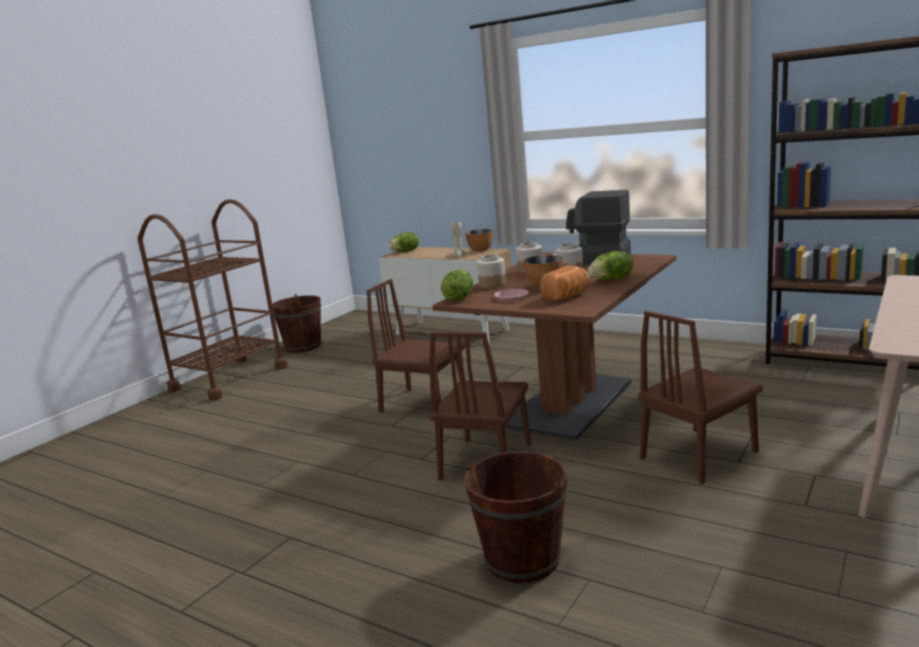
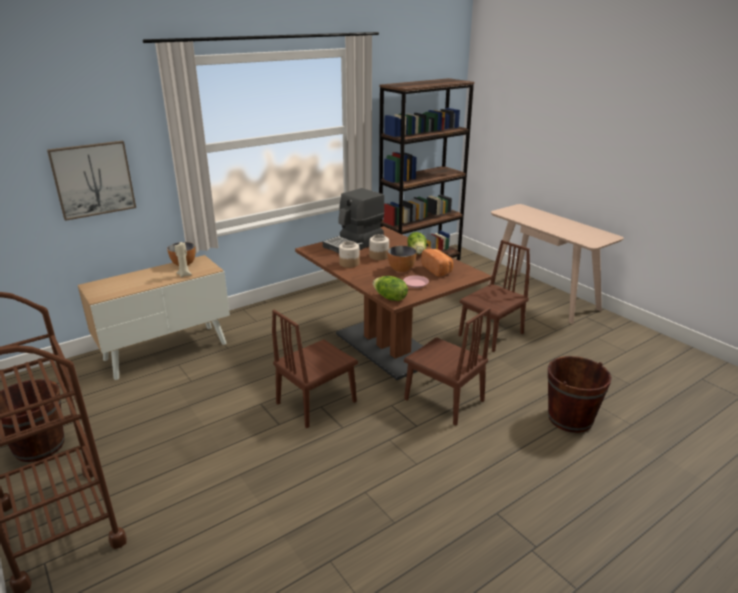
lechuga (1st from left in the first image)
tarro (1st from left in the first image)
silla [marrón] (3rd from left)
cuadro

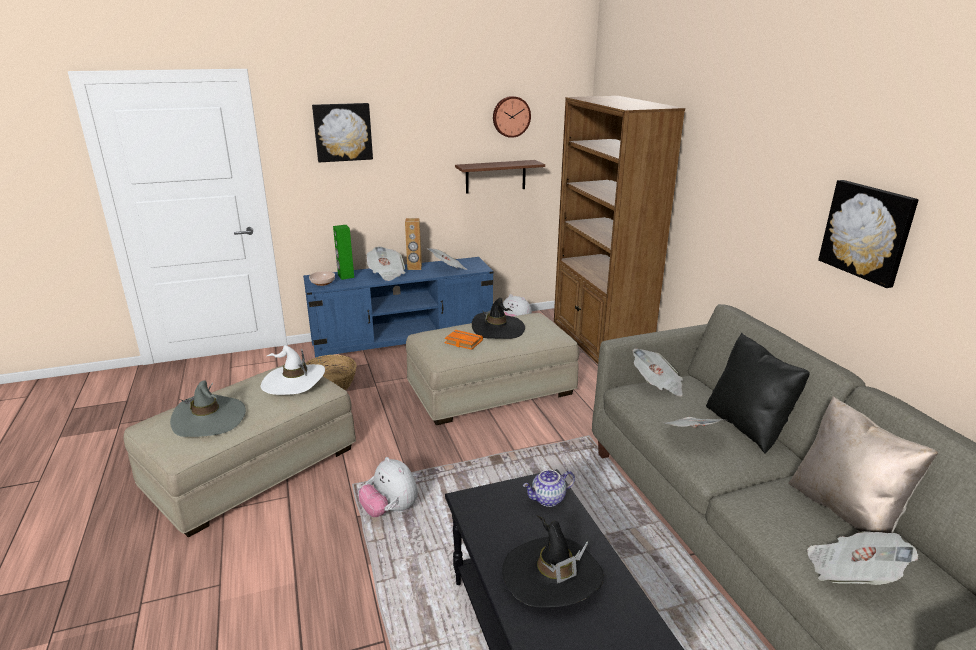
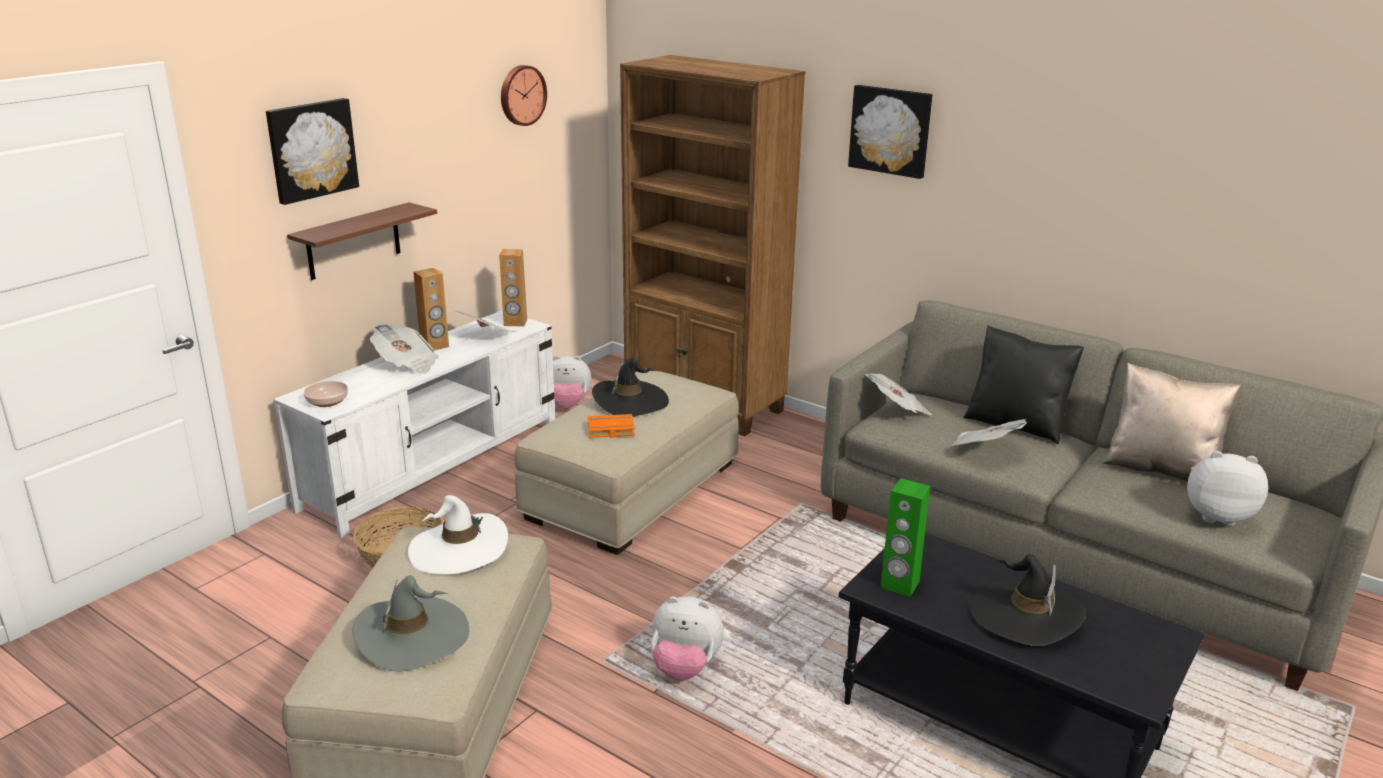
estante
cuadro (2nd from left)
altavoz [verde]
mueble de televisión [blanco]
tetera
peluche (3rd from left)
altavoz [marrón] (2nd from left)

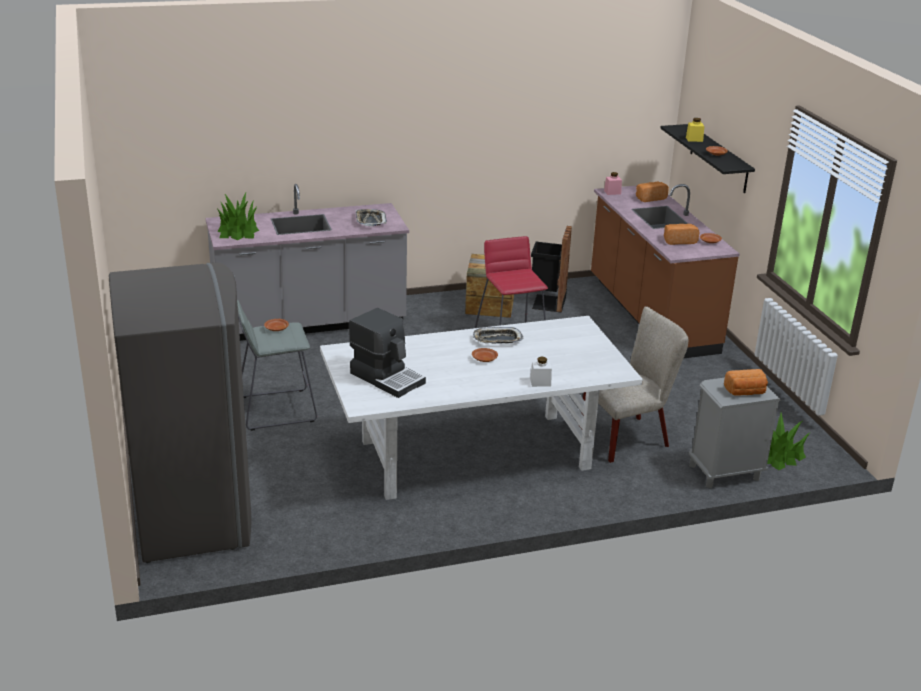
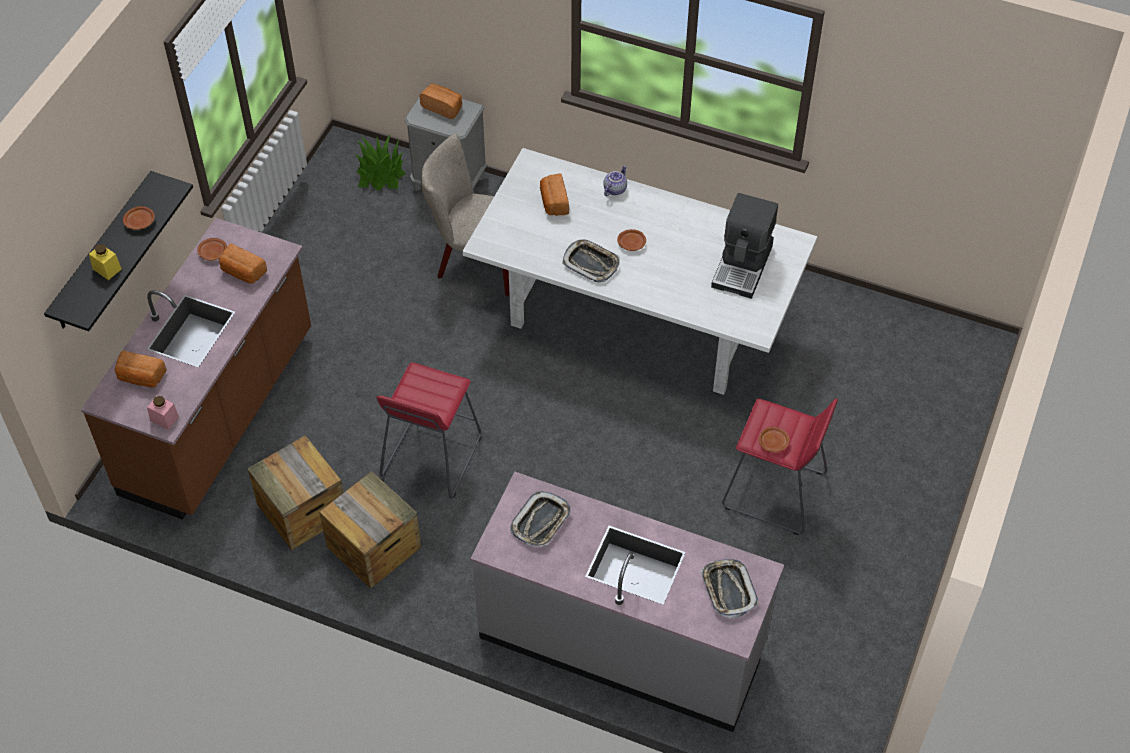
bandeja (3rd from left)
caja de embalaje (1st from left)
nevera [gris]
taburete [rojo] (2nd from left)
cafetera
tetera
pan (4th from left)

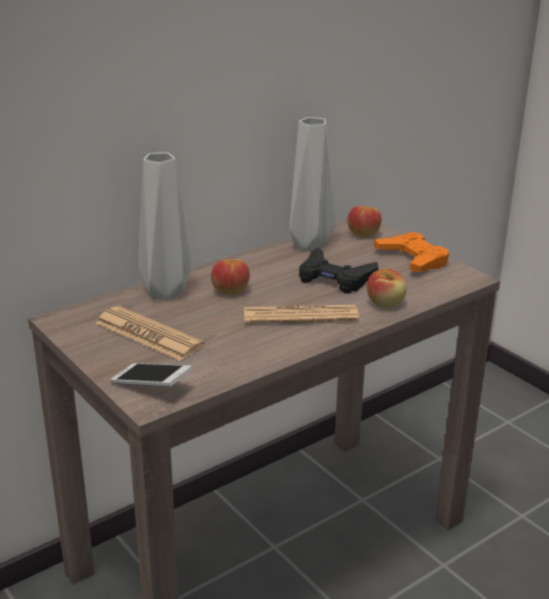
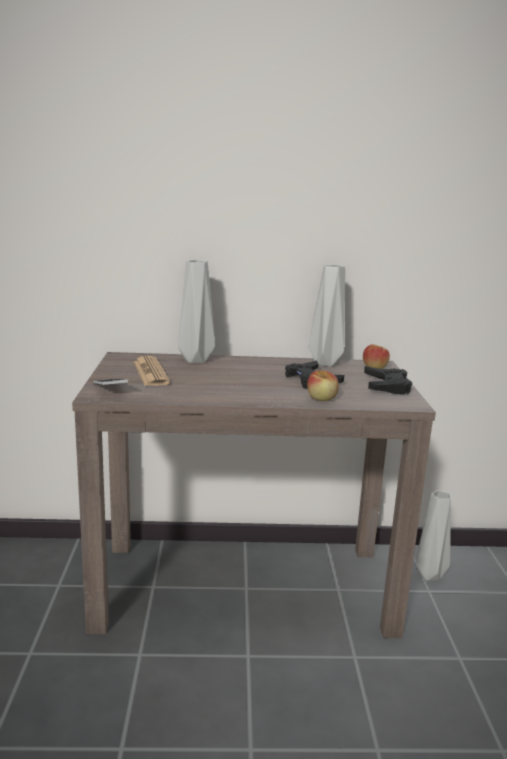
mando de consola [negro] (2nd from left)
manzana (1st from left in the first image)
periódico (2nd from left in the first image)
florero [gris] (3rd from left)

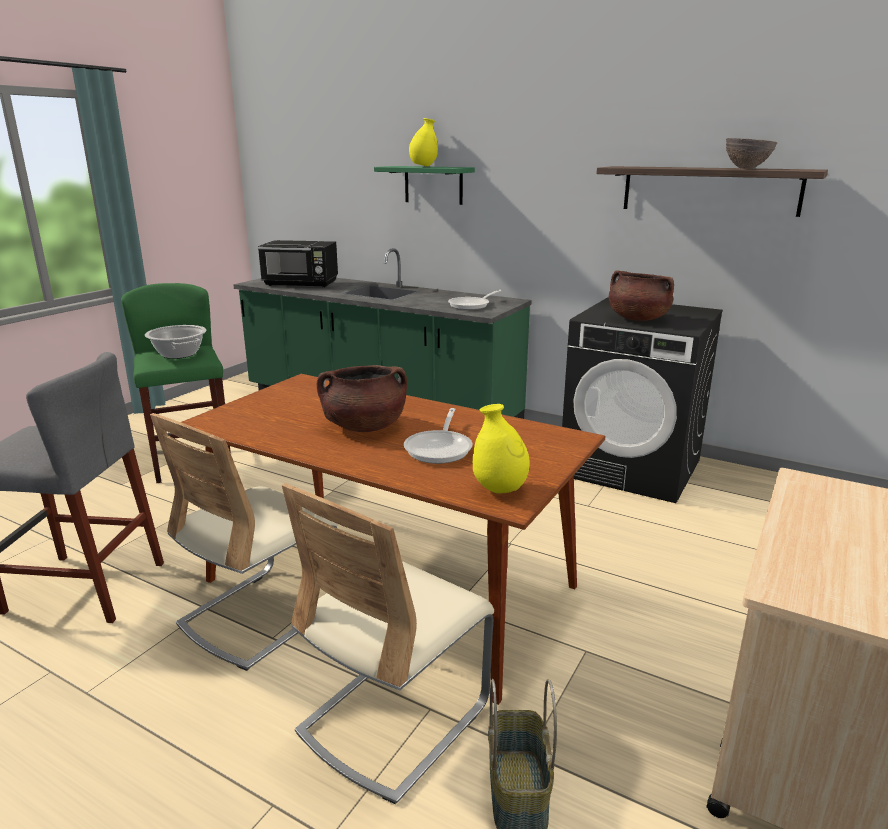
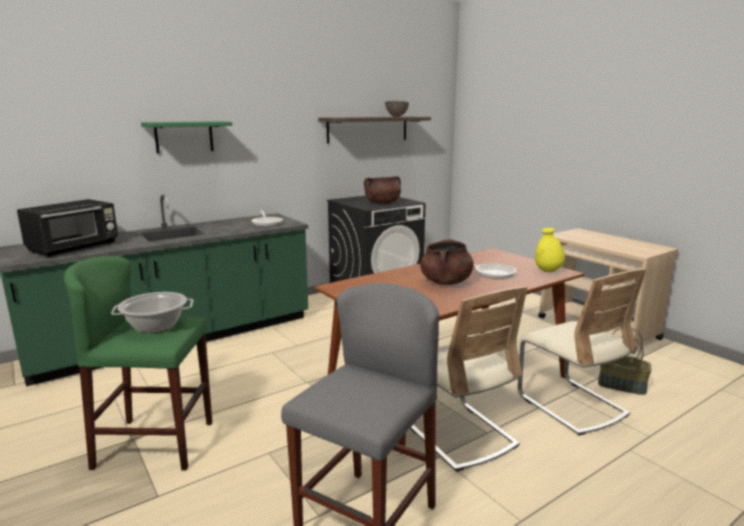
florero [amarillo] (1st from left in the first image)

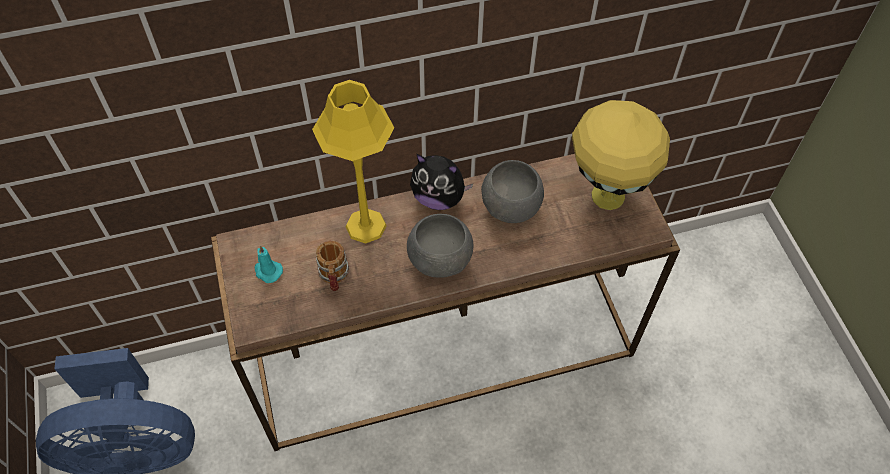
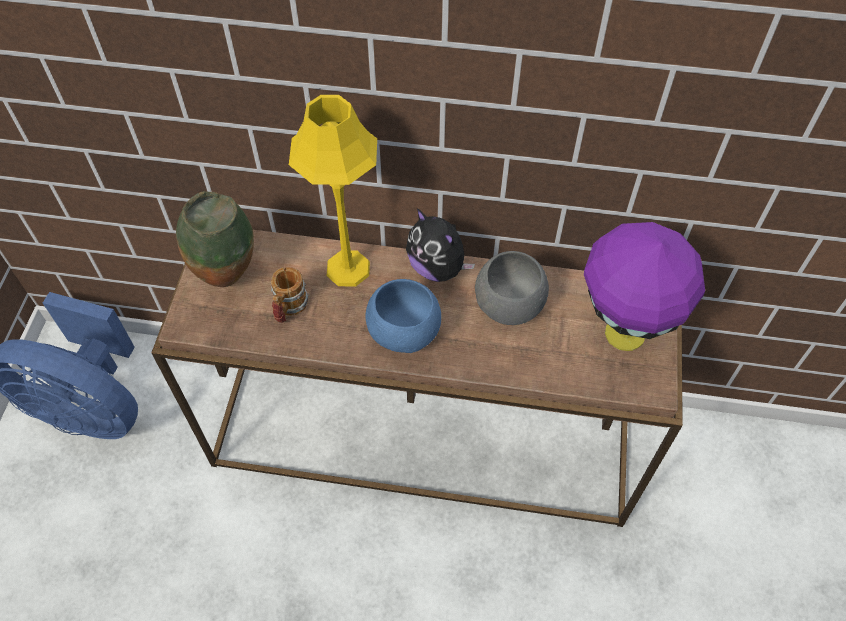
lámpara de mesa [morado]
cuenco [azul]
florero

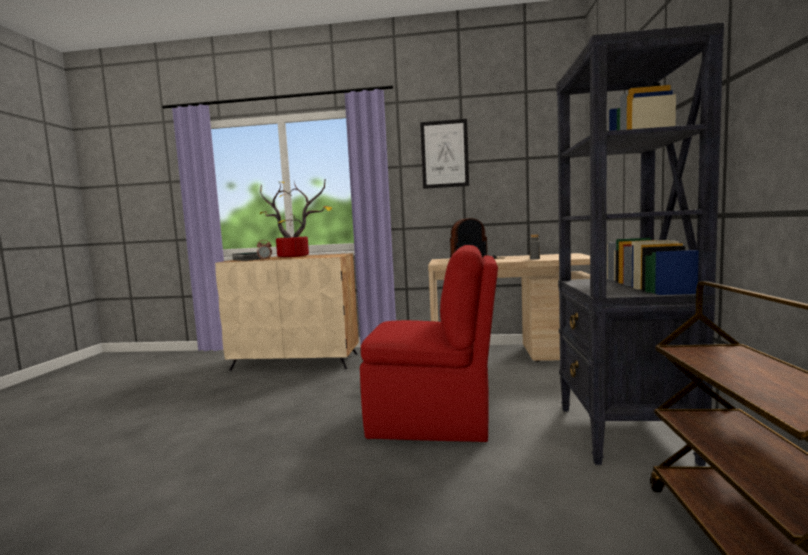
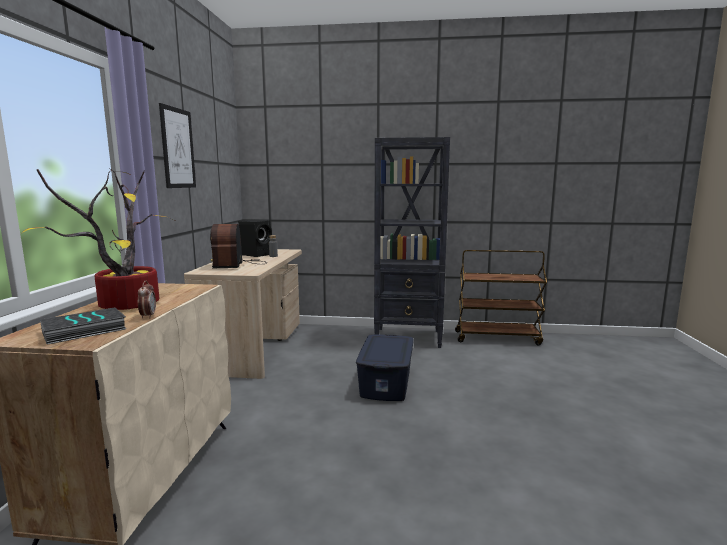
caja de almacenaje [azul]
altavoz [negro]

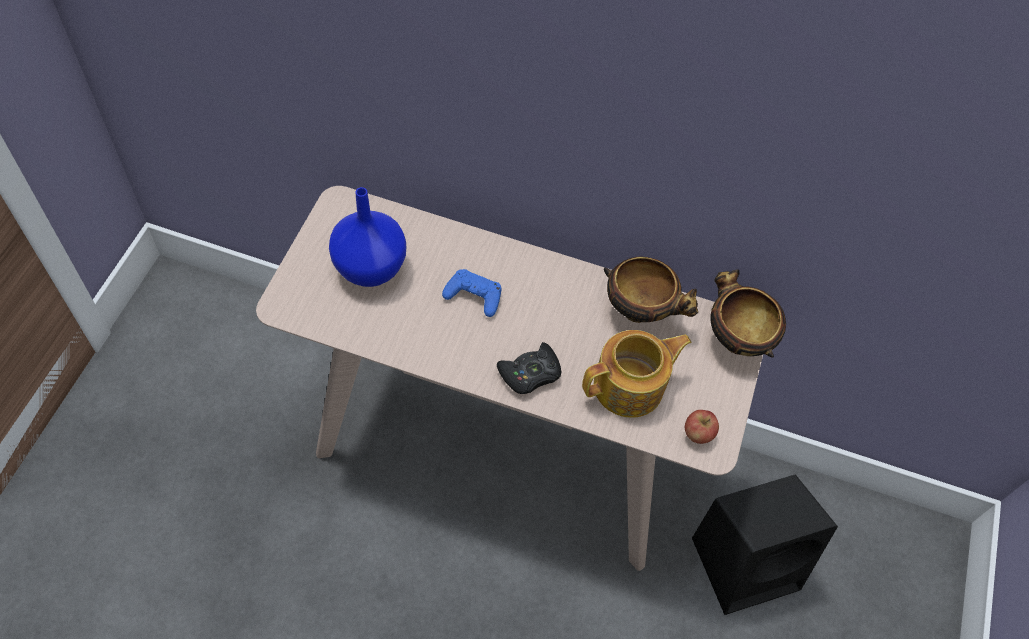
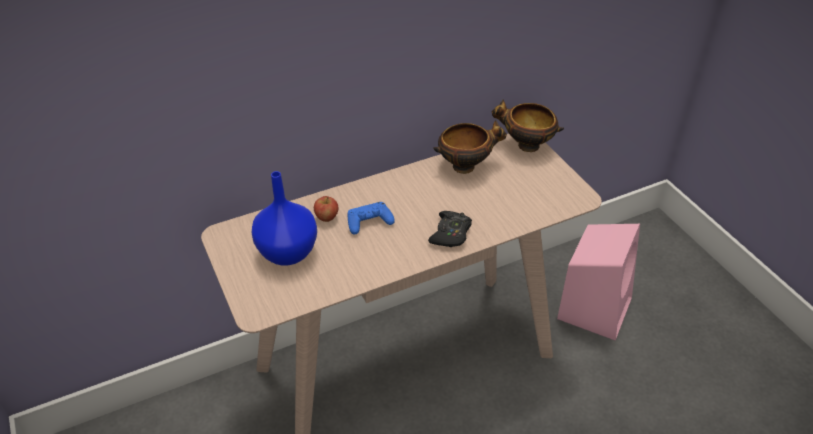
tetera
manzana
altavoz [rosa]

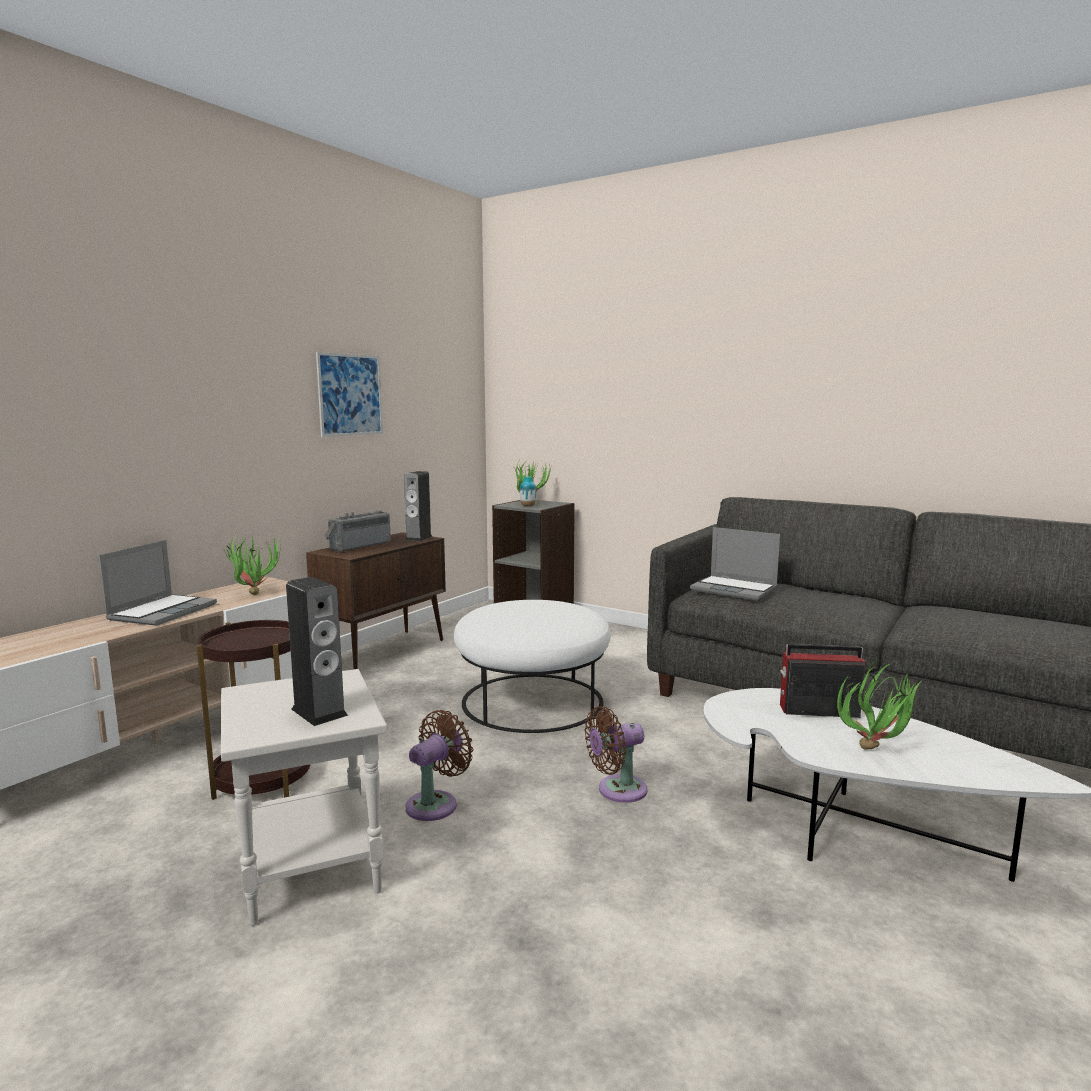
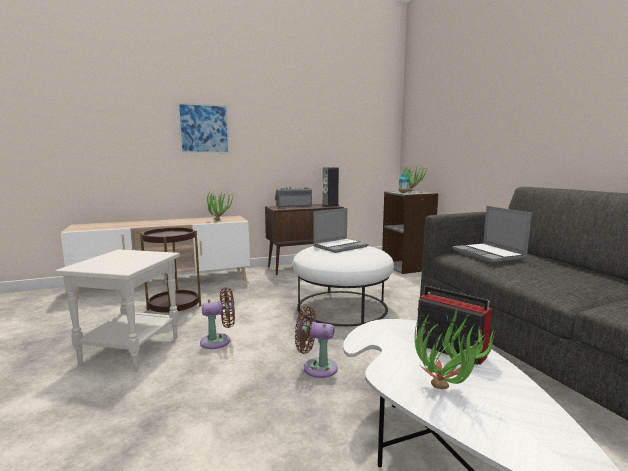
cuadro
portátil (1st from left)
altavoz (1st from left in the first image)

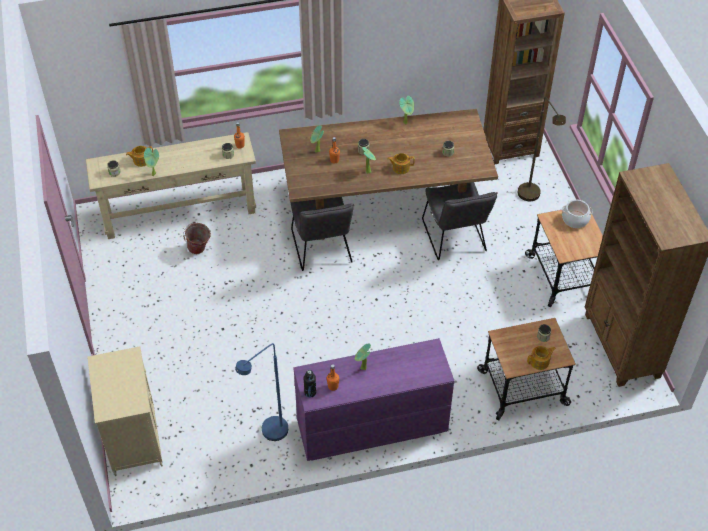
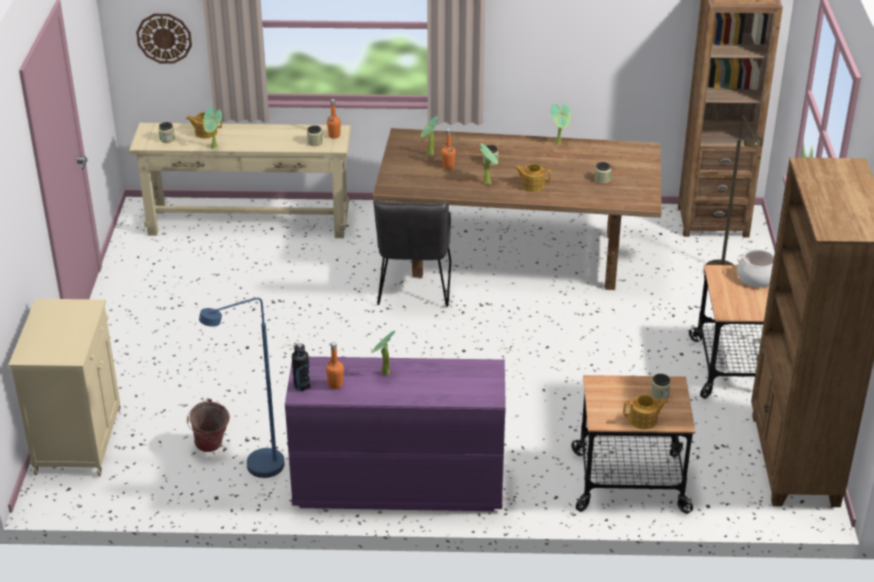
silla [gris] (2nd from left in the first image)
cubo
reloj de pared

